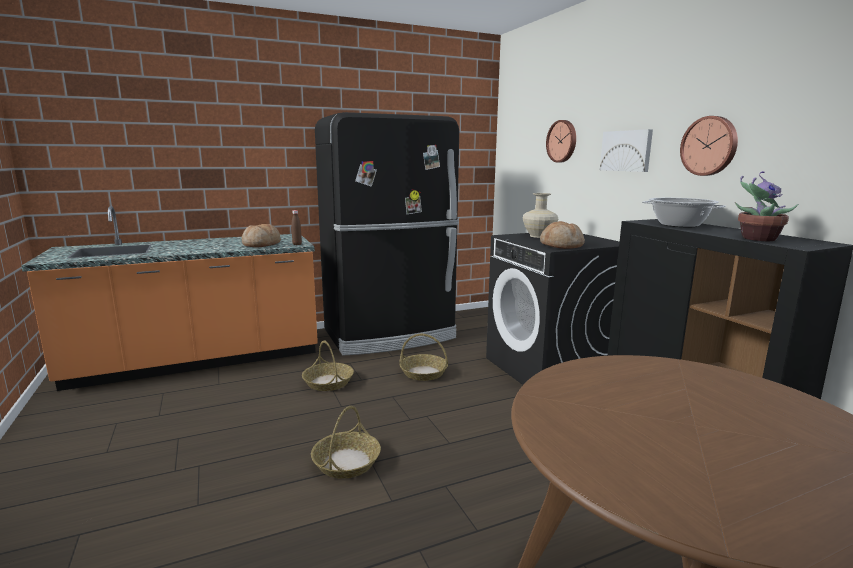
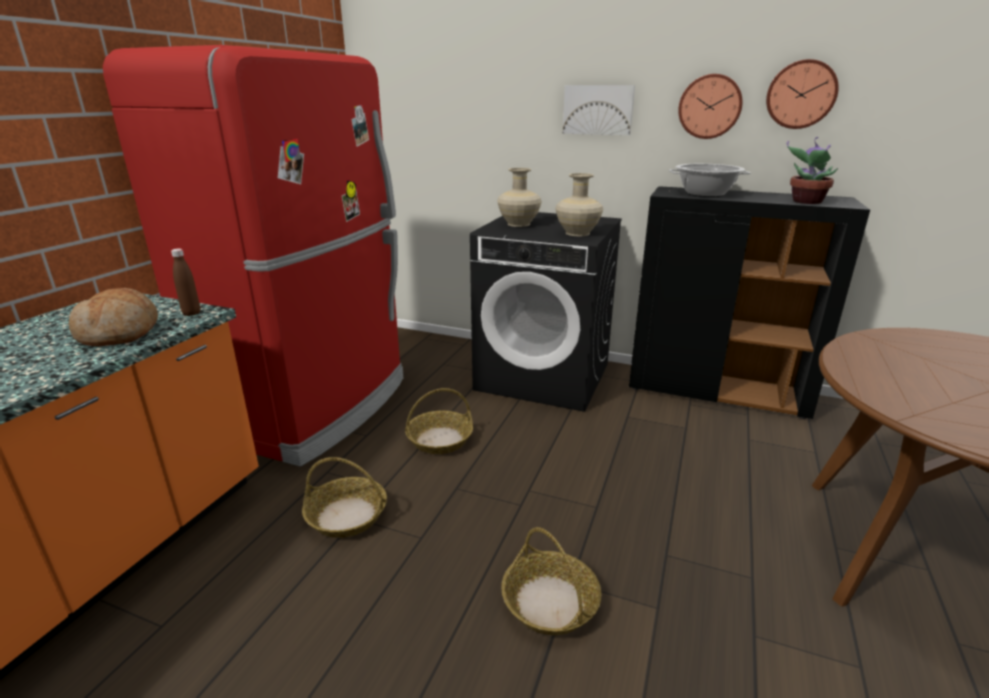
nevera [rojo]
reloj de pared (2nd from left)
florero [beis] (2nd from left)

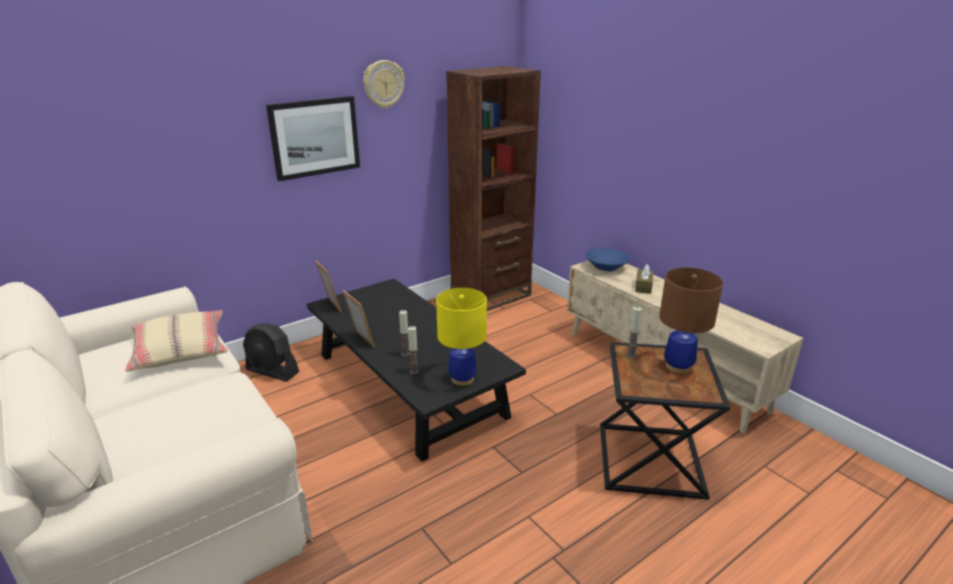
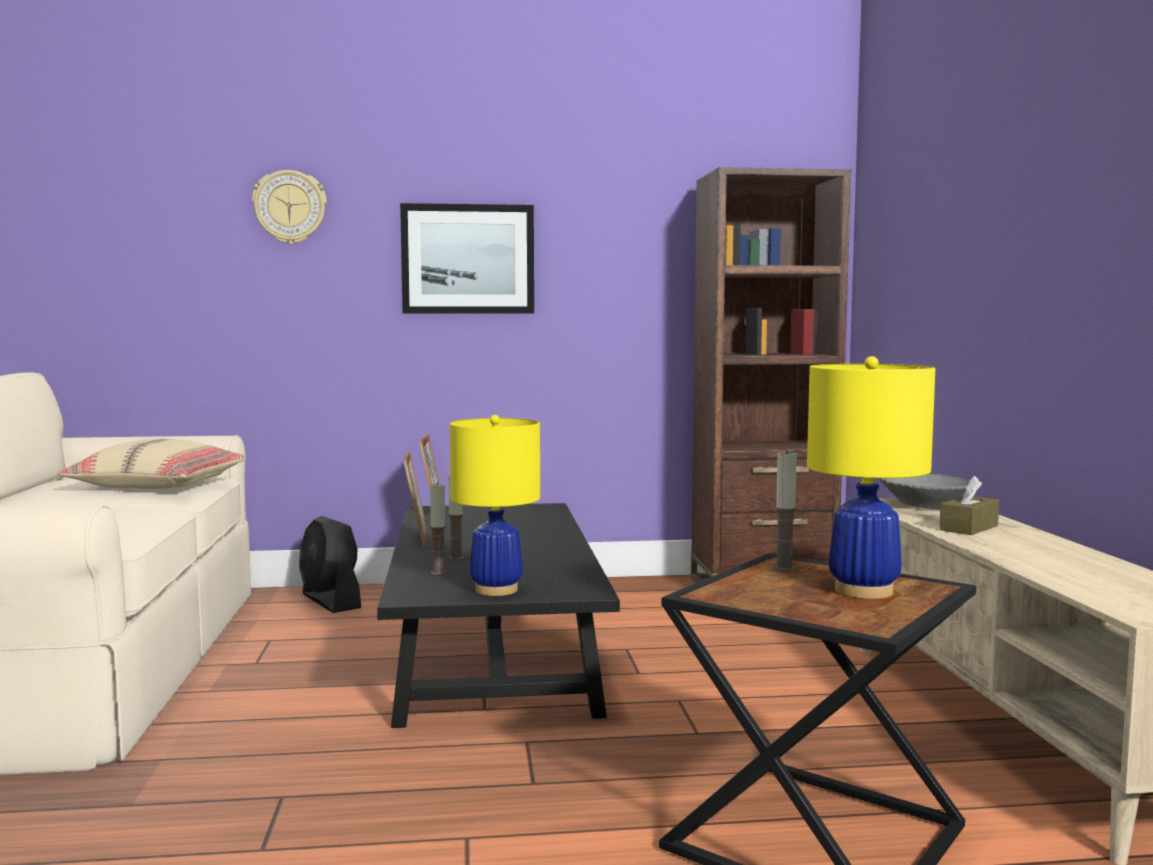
reloj de pared
cuenco [gris]
lámpara de mesa [amarillo] (2nd from left)

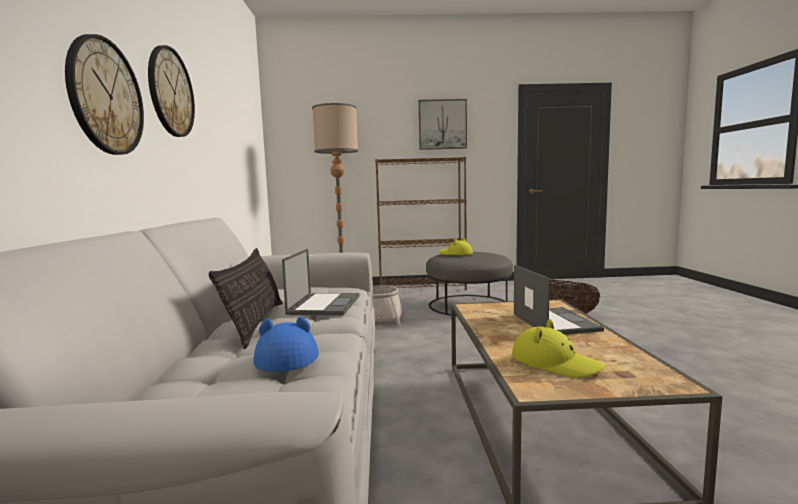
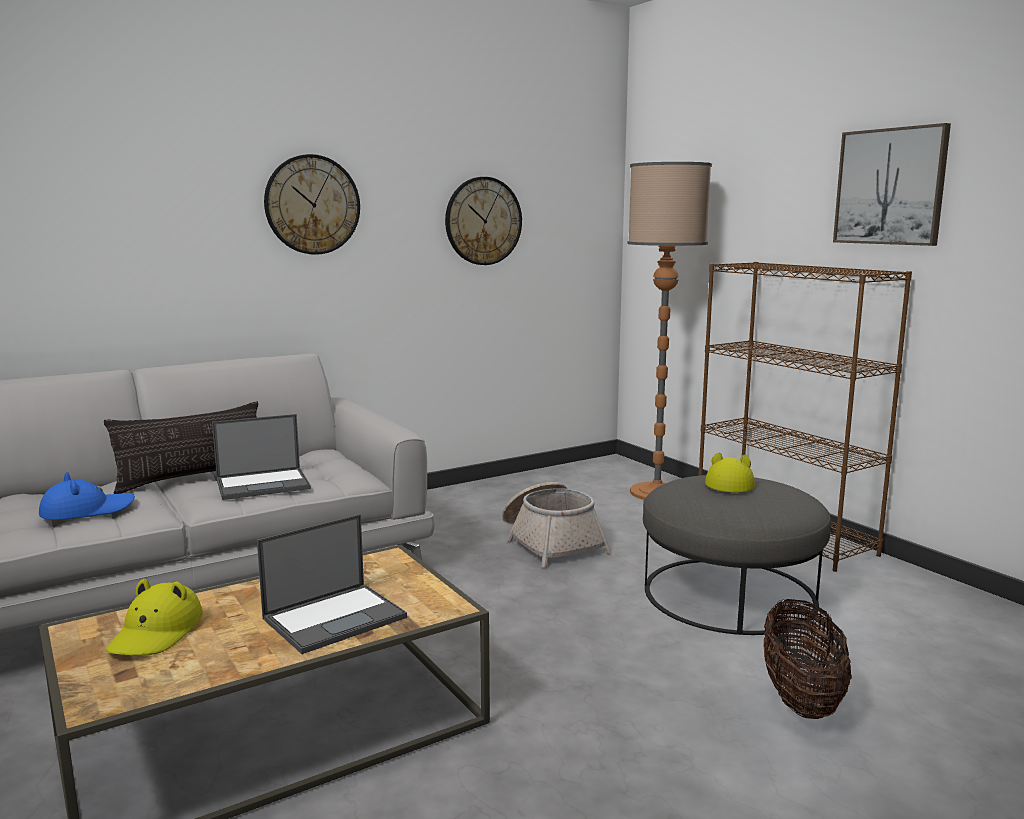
reloj de pared (2nd from left)

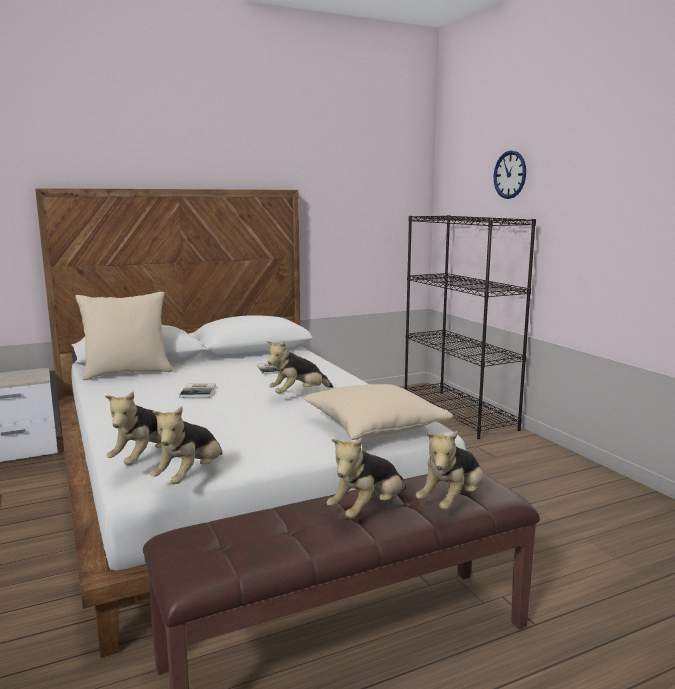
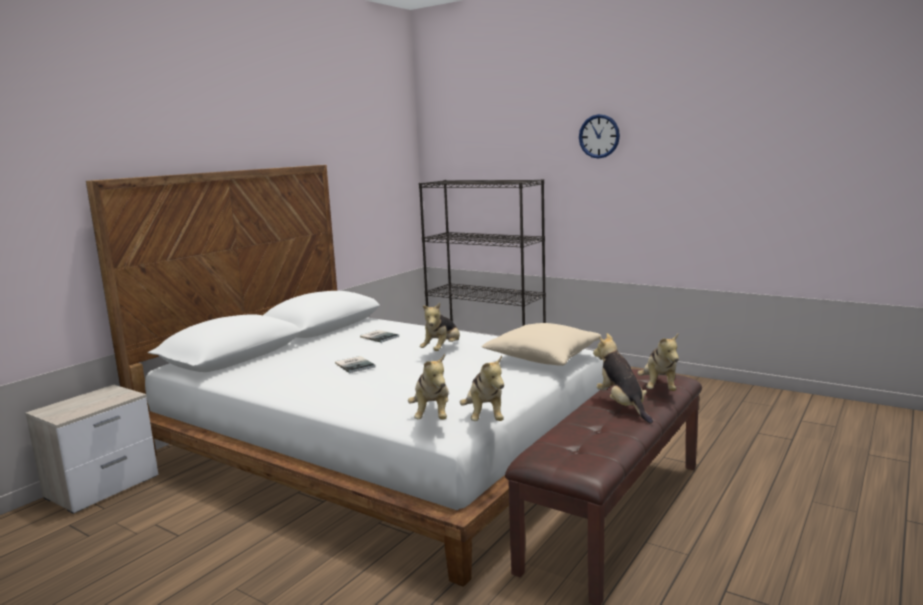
reloj de pared
cojín [beis] (1st from left in the first image)
peluche (4th from left)

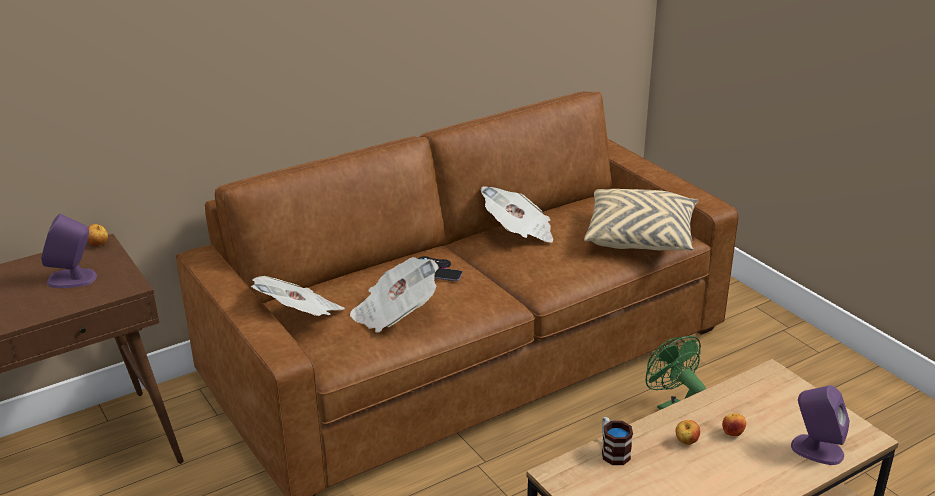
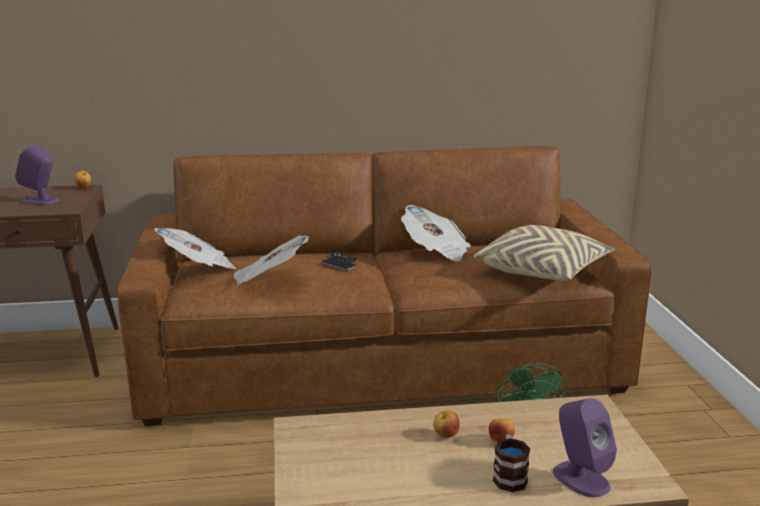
taza grande

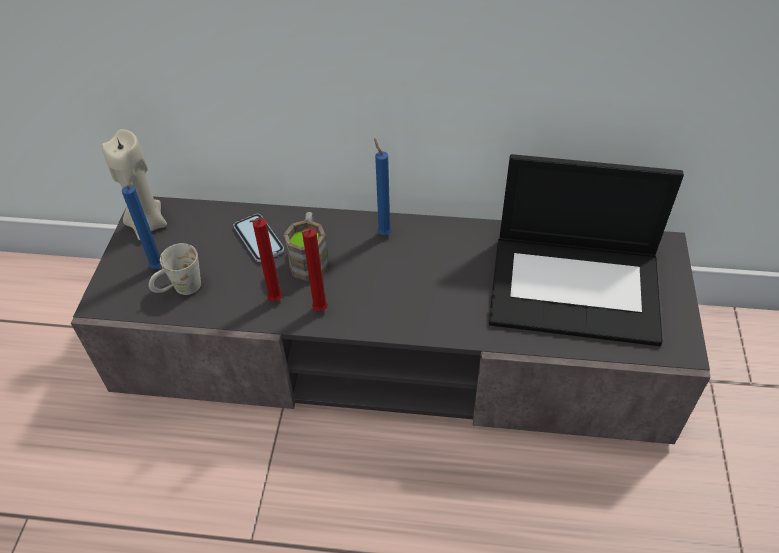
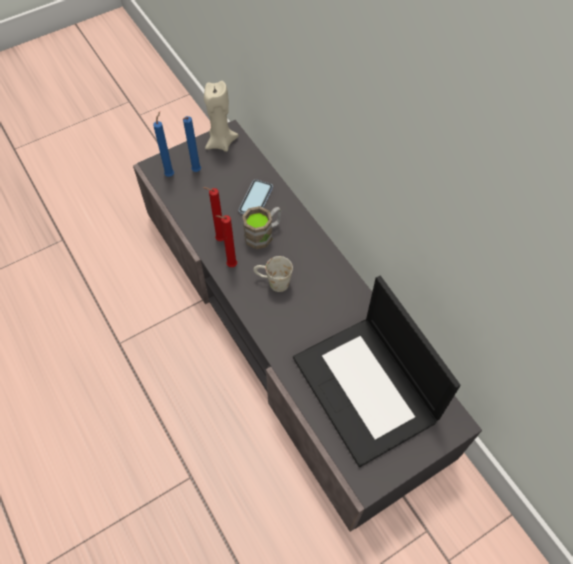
vela [azul] (1st from left)
taza grande [blanco]

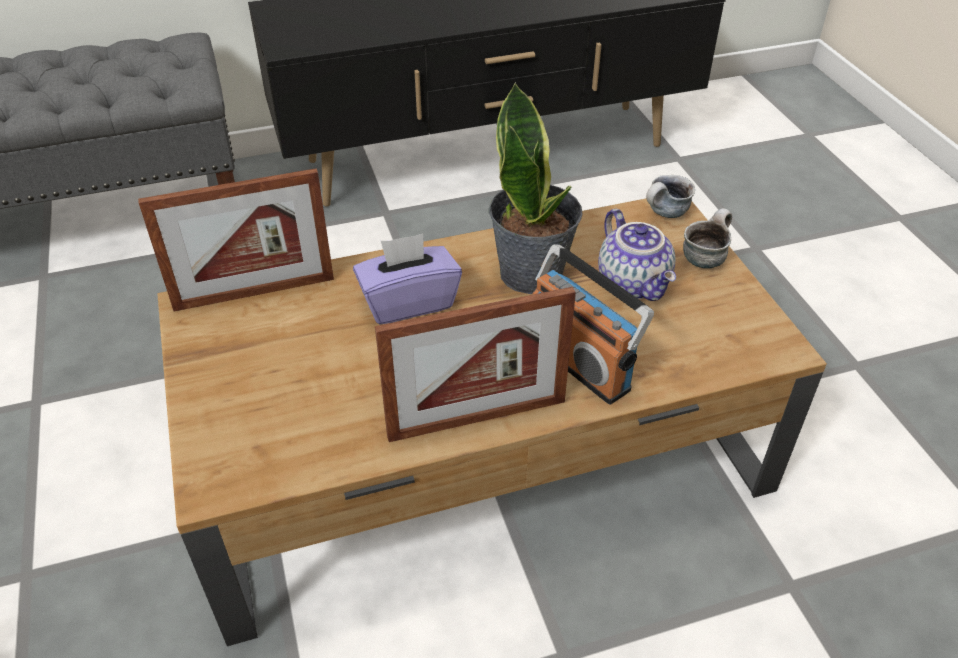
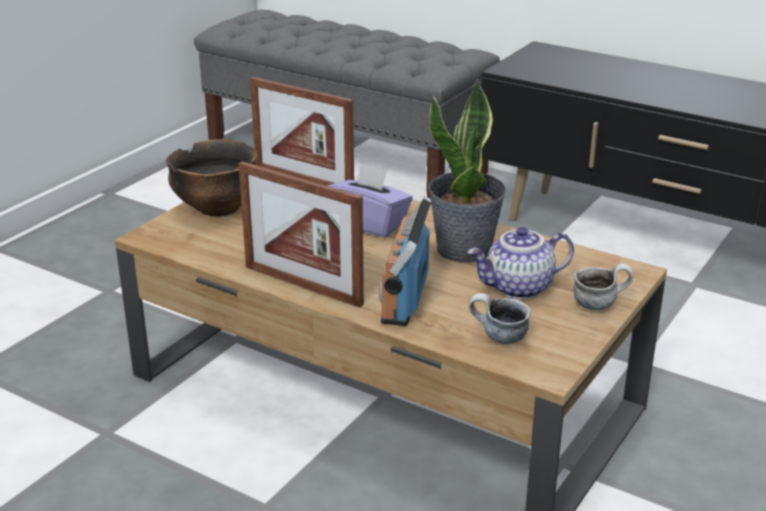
taza grande (1st from left)
tetera
cuenco

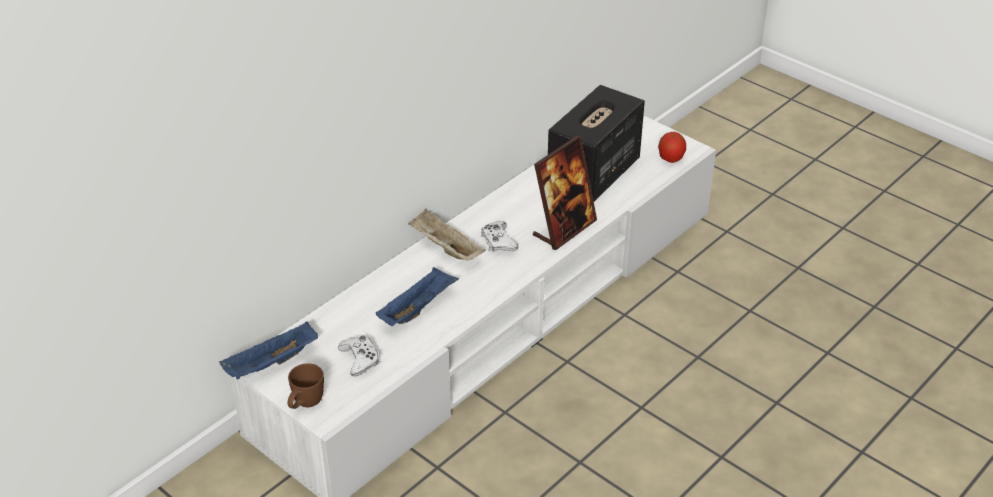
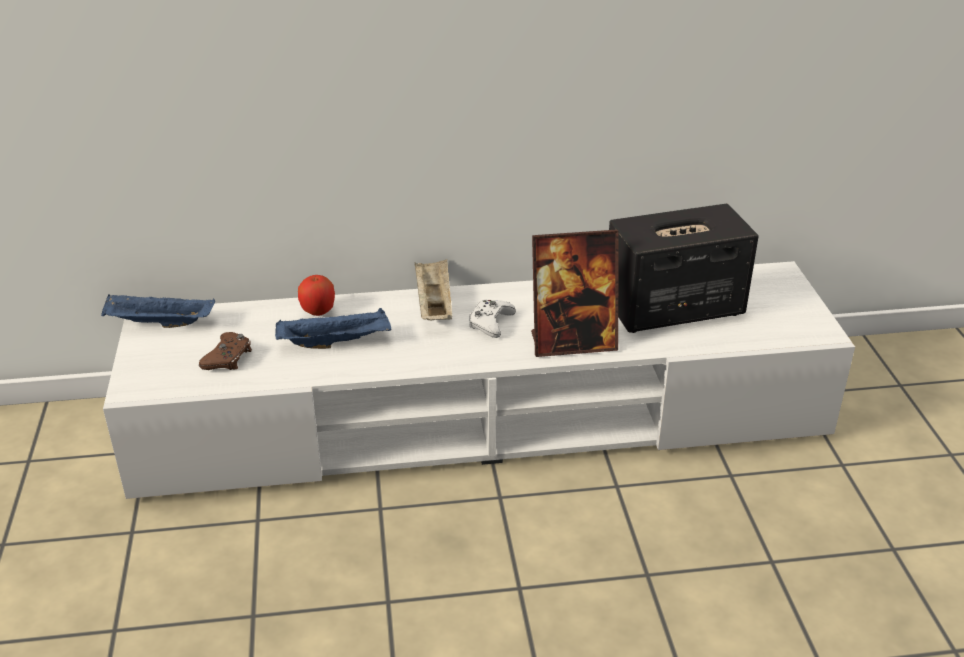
manzana
mando de consola [marrón]
taza grande [marrón]

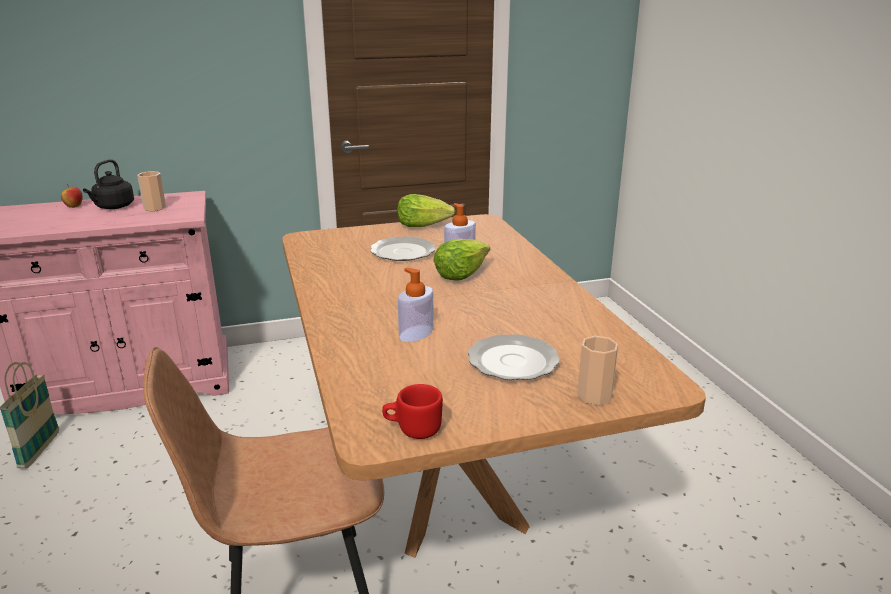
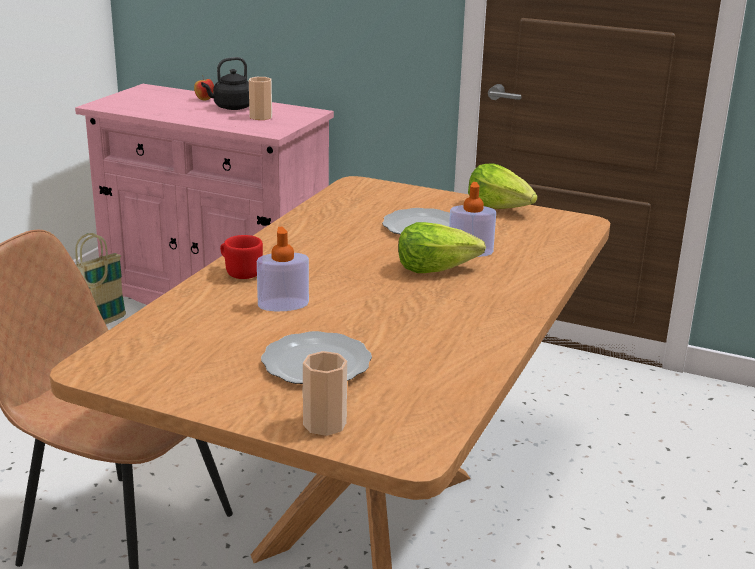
taza grande [rojo]

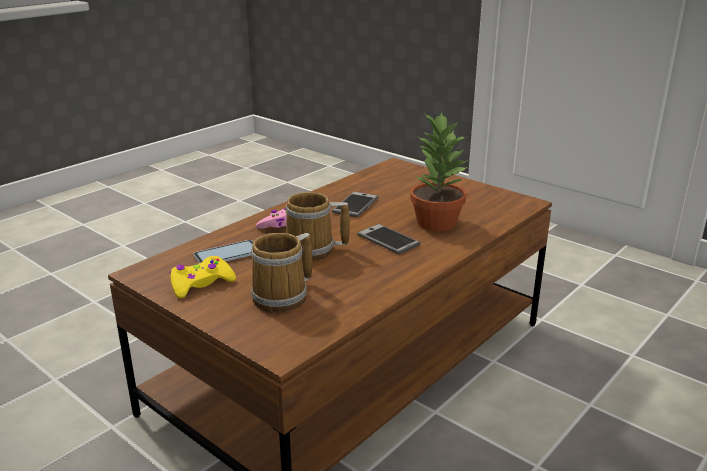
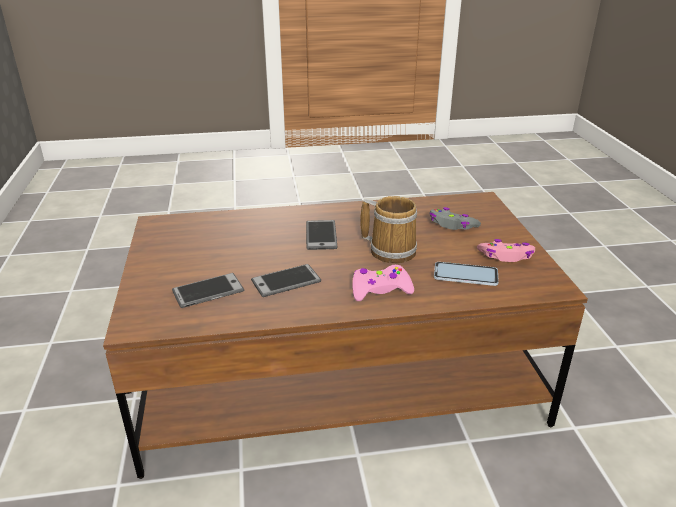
planta en maceta
mando de consola [gris]
mando de consola [rosa] (2nd from left)
móvil (1st from left)

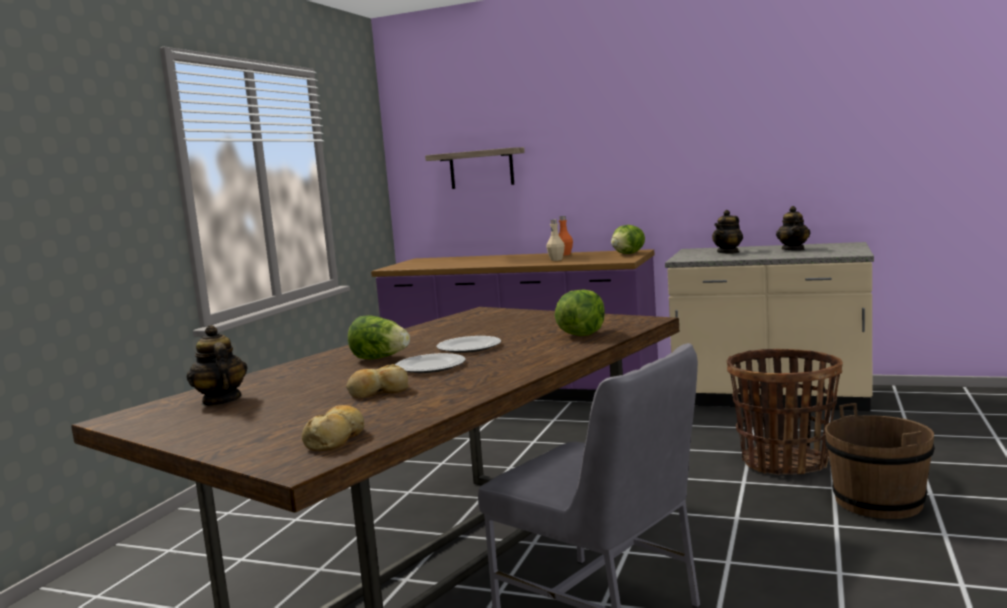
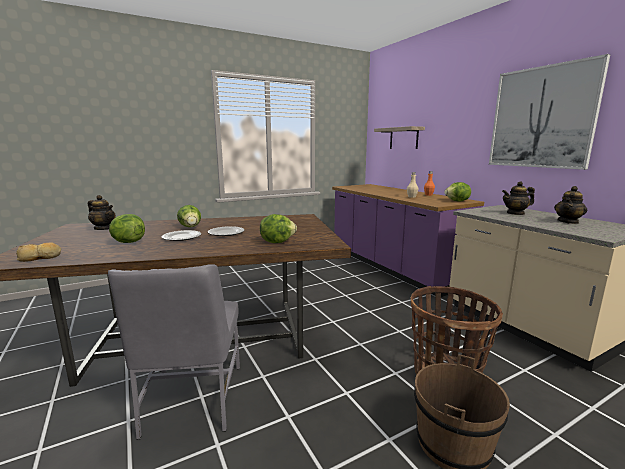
tetera (1st from left)
lechuga (1st from left)
cuadro

